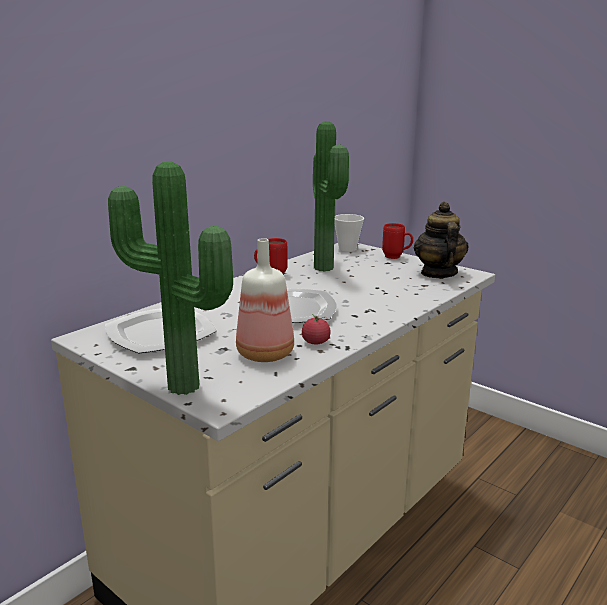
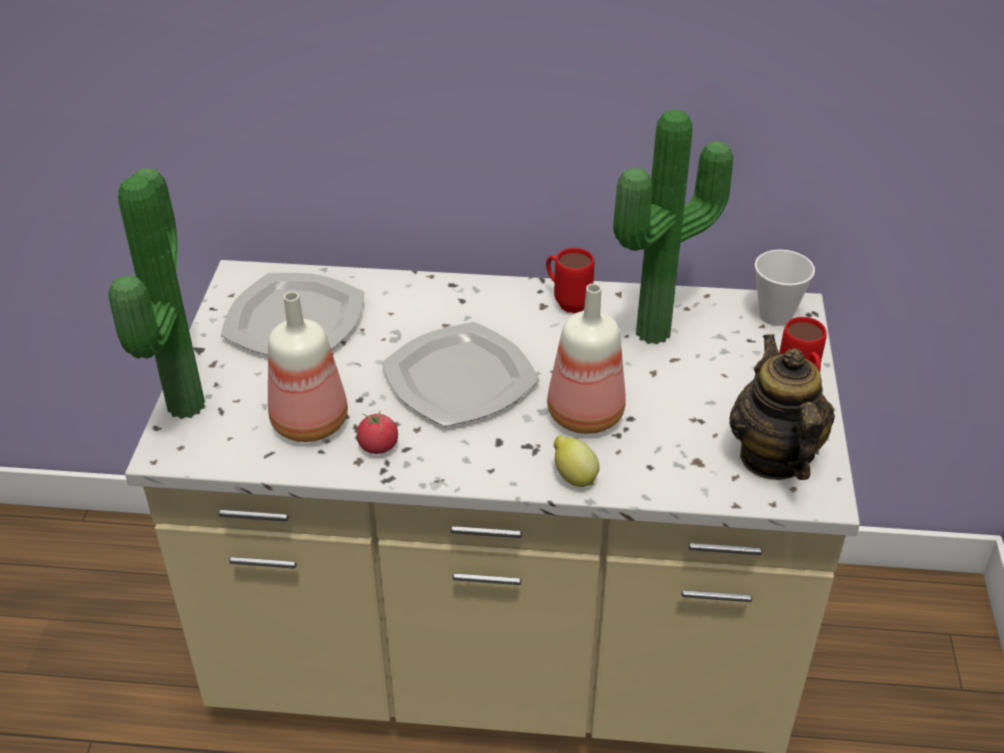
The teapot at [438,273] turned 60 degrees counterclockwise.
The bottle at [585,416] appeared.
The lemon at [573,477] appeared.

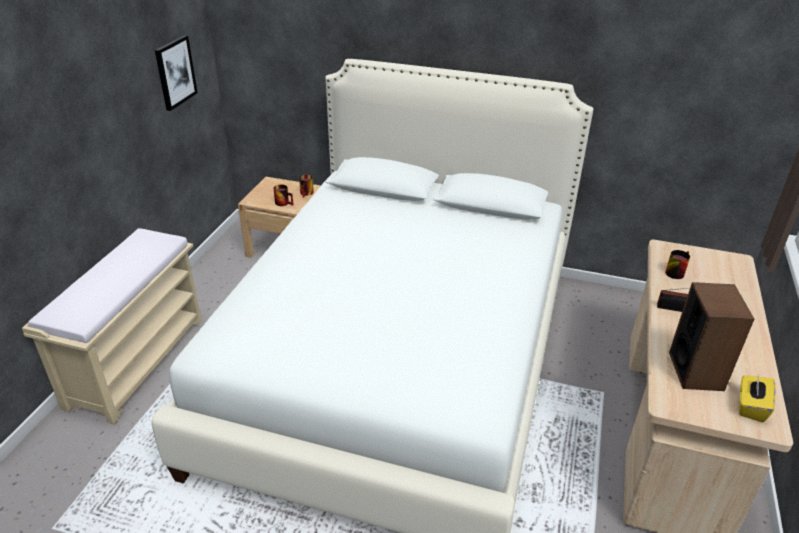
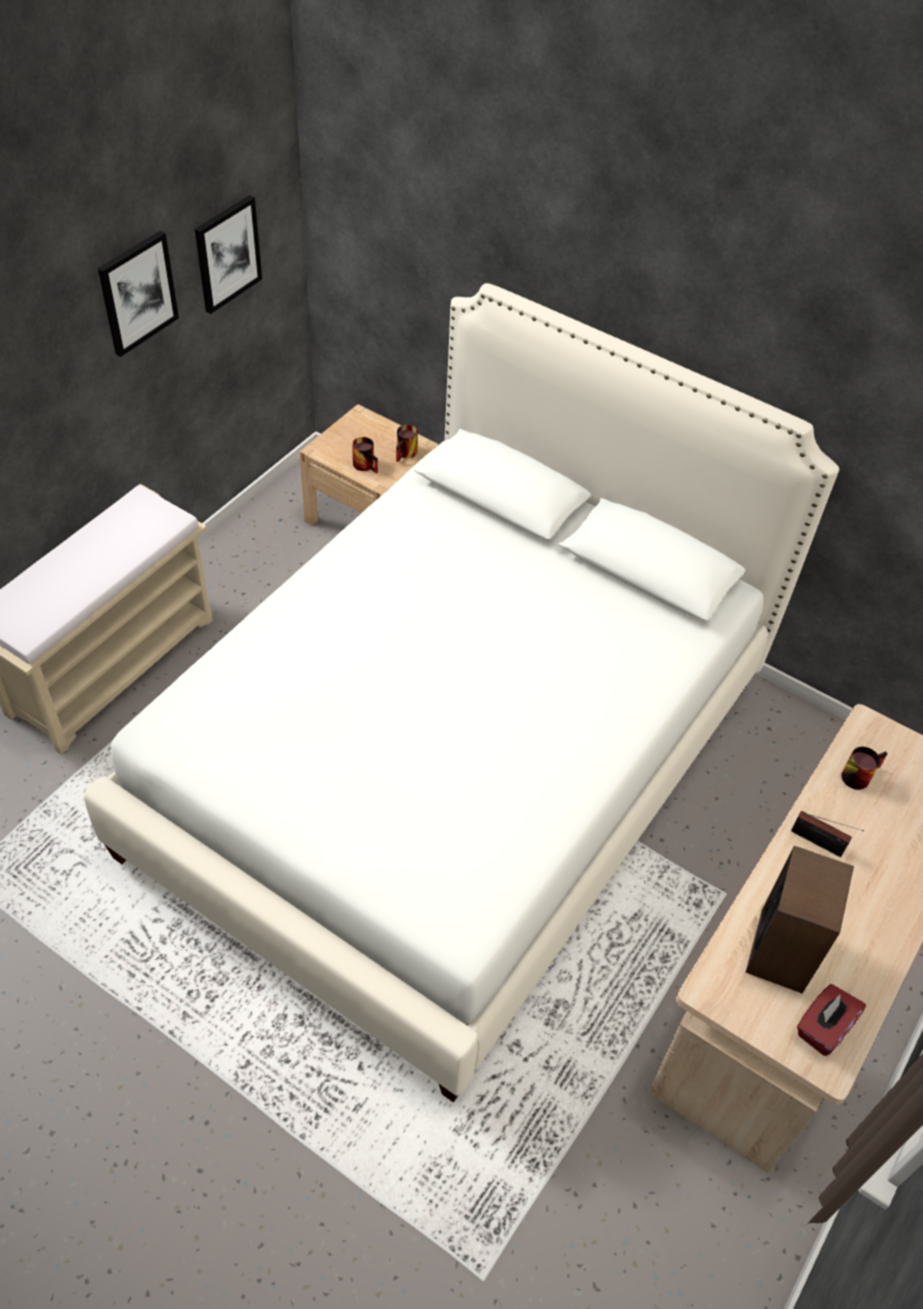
The yellow tissue box at [750,406] became the red tissue box at [823,1027].
The picture at [137,293] appeared.

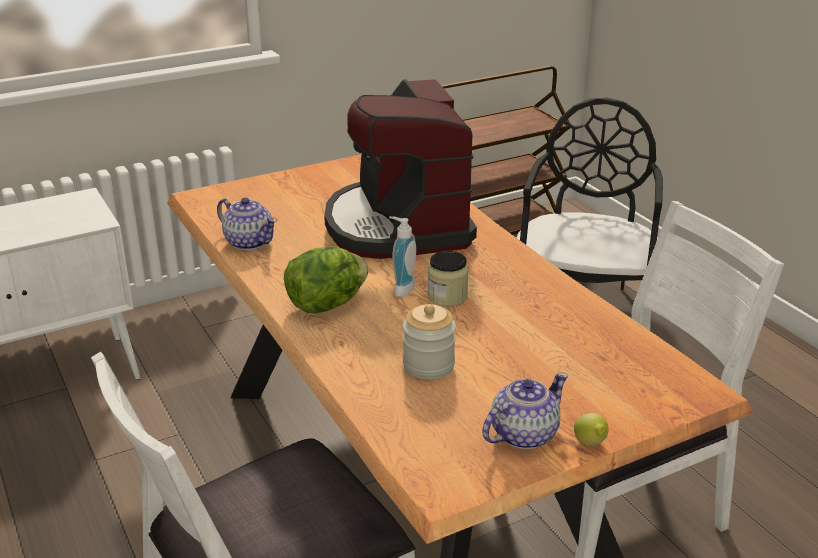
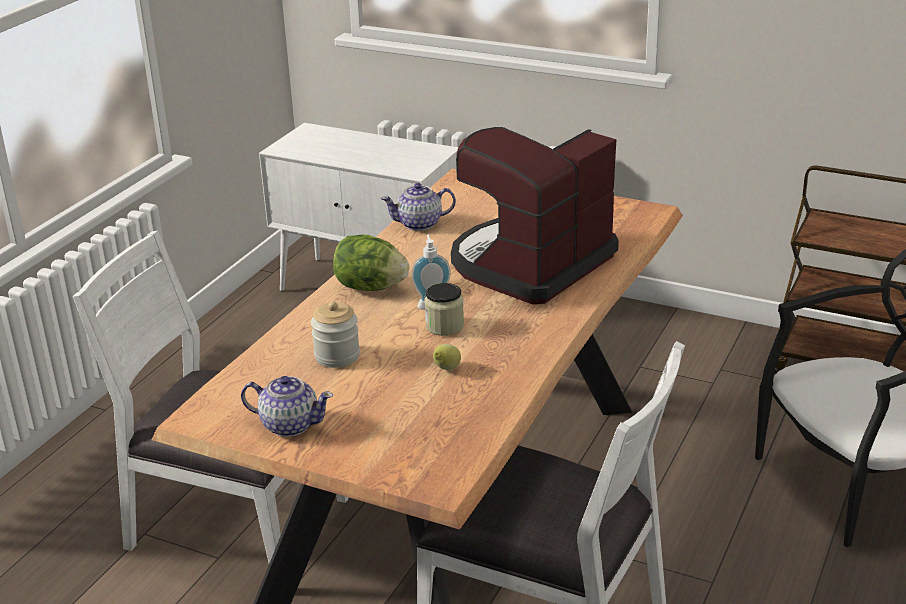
The teapot at [249,242] turned 75 degrees clockwise.
The lemon moved from [590,444] to [446,369].

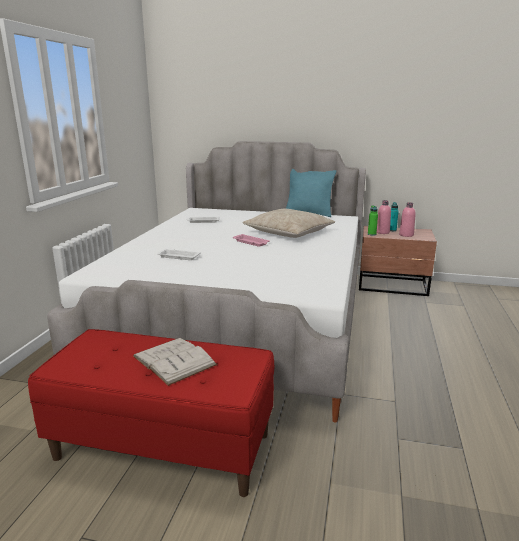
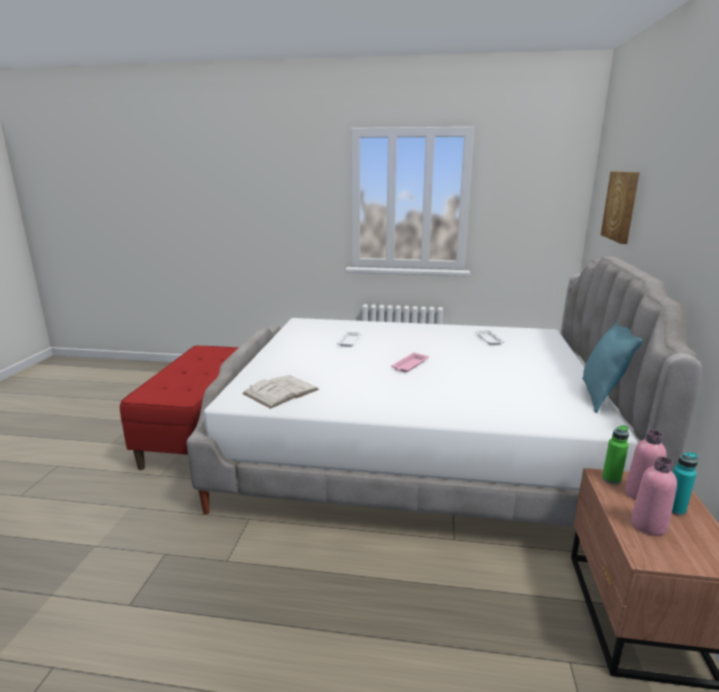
The white book moved from [174,360] to [281,391].
The beige pillow at [288,232] disappeared.
The picture at [621,206] appeared.

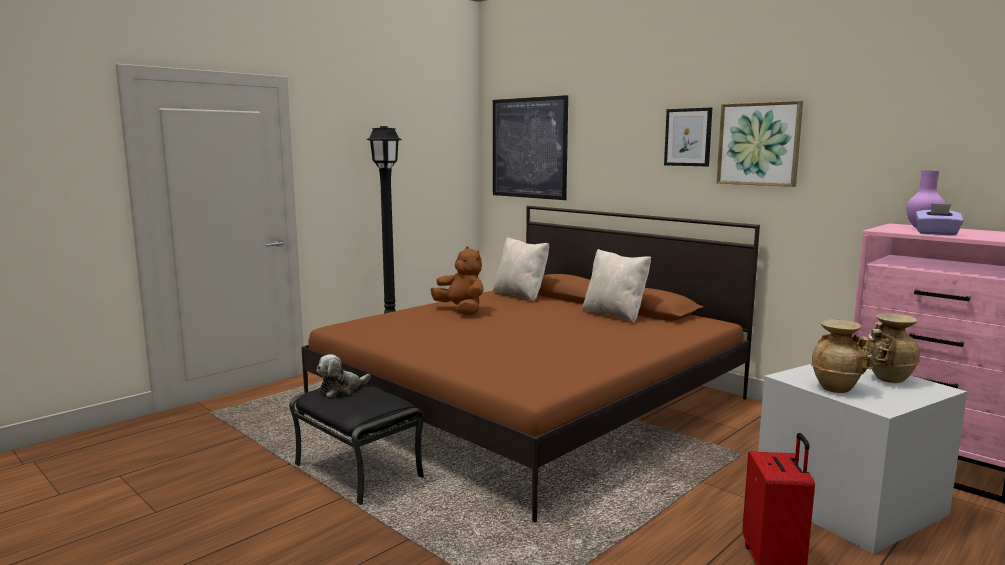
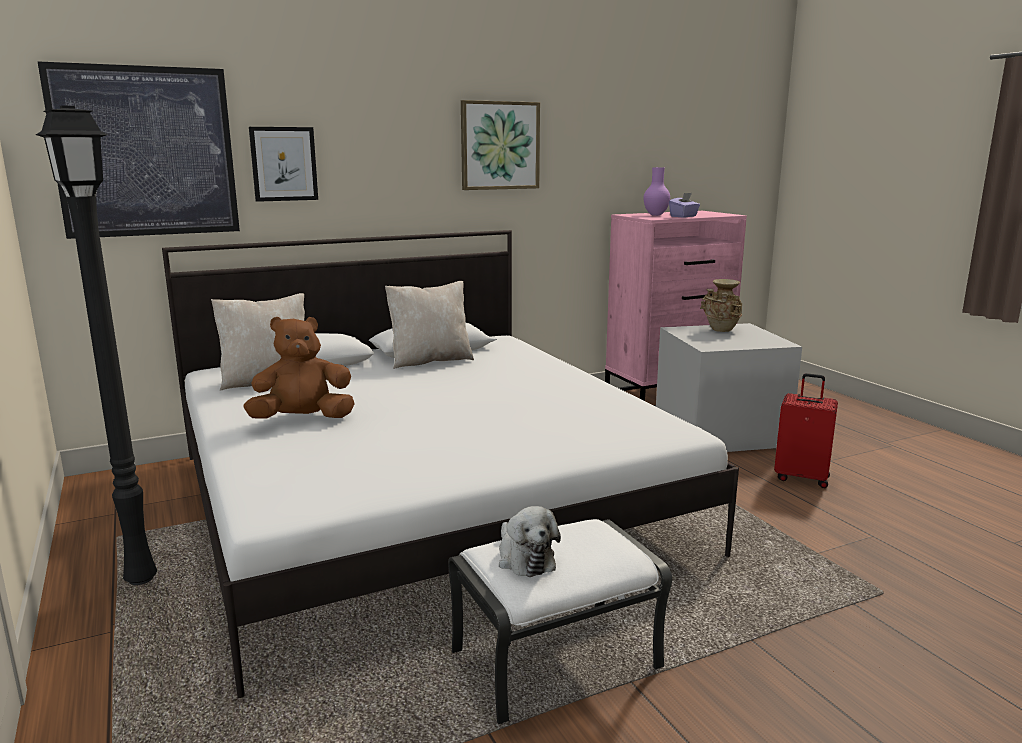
The black ottoman at [359,471] became the white ottoman at [556,659].
The brown bed at [530,403] became the white bed at [423,501].
The picture moved from [688,137] to [284,164].
The beige vase at [836,388] disappeared.

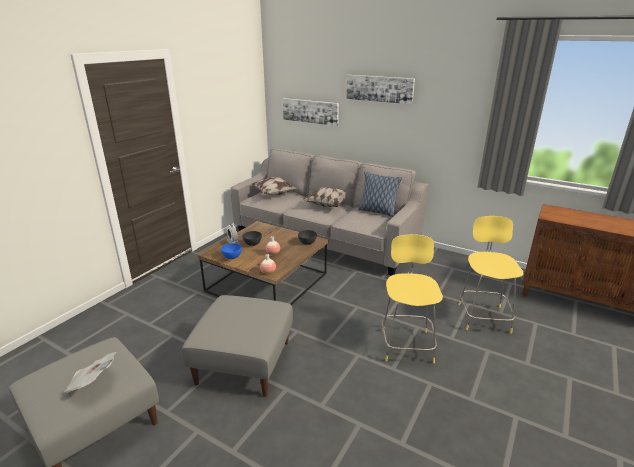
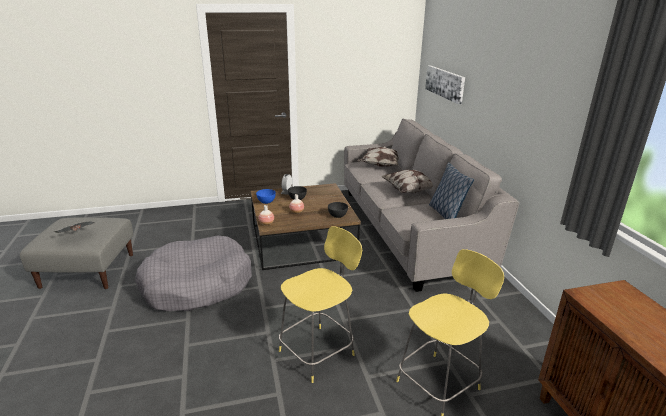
The grey ottoman at [243,361] was replaced by the grey dog bed at [197,285].
The picture at [379,88] disappeared.

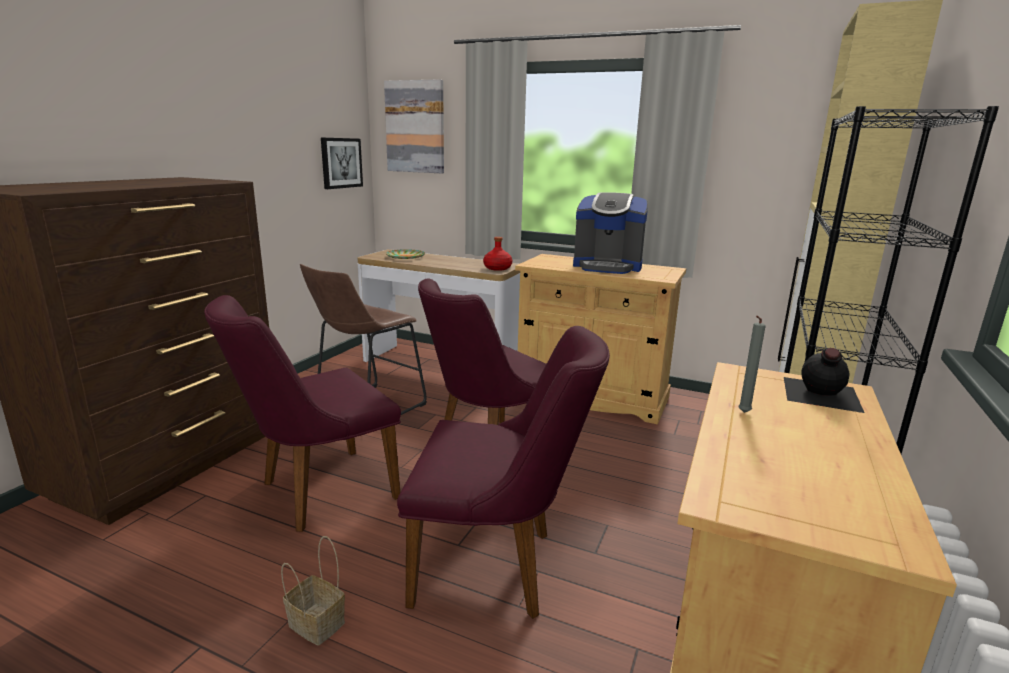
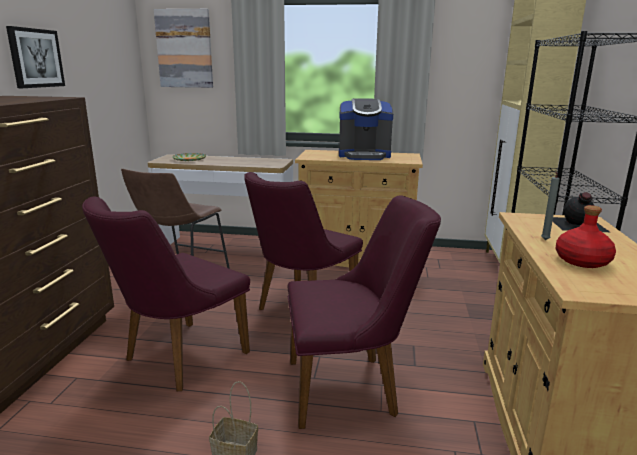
The picture moved from [341,163] to [35,58].
The red bottle moved from [498,268] to [583,261].

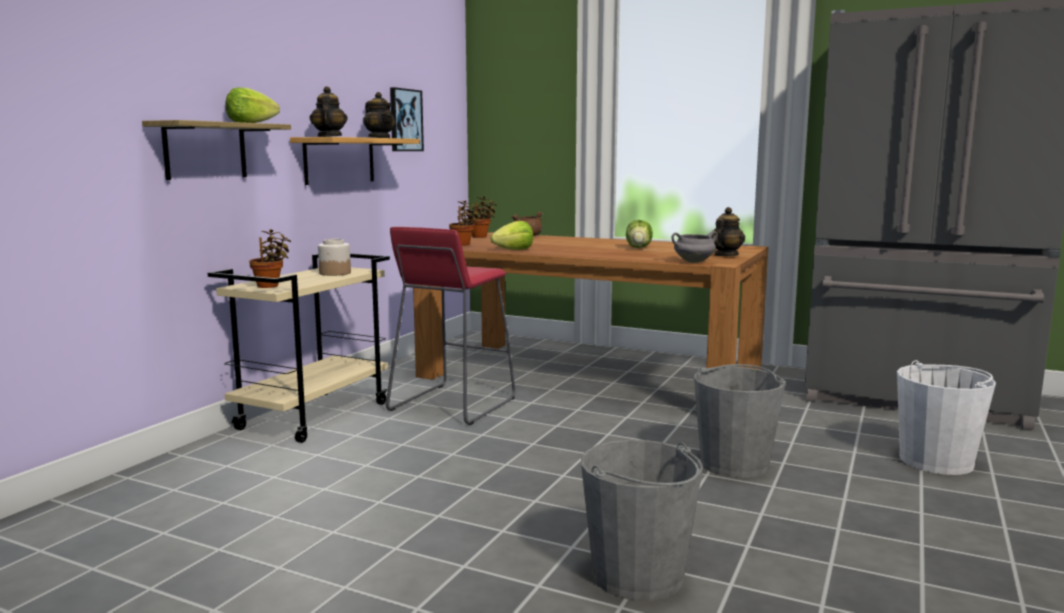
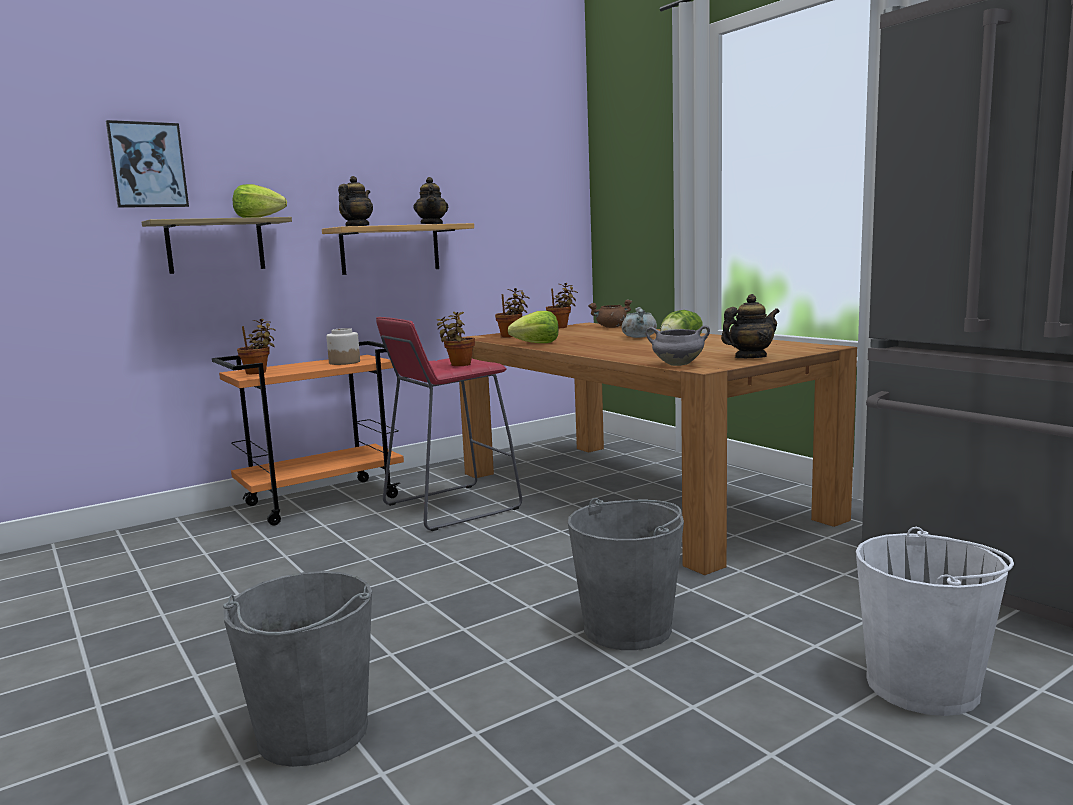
The beige cart at [314,415] became the orange cart at [323,501].
The picture moved from [405,120] to [148,165].
The potted plant at [459,365] appeared.
The grey cooking pot at [638,337] appeared.

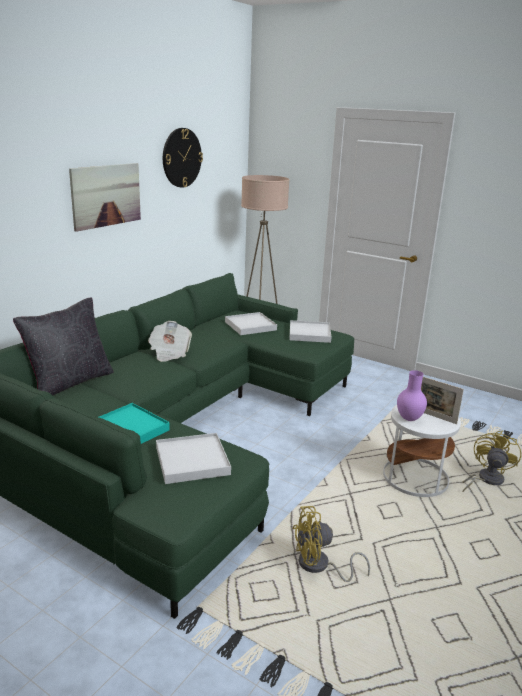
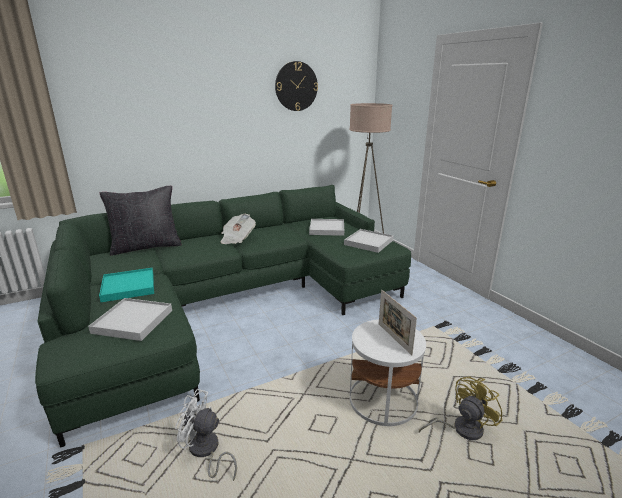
The picture at [106,195] disappeared.
The yellow fan at [319,566] became the white fan at [205,452].
The purple vase at [408,419] disappeared.

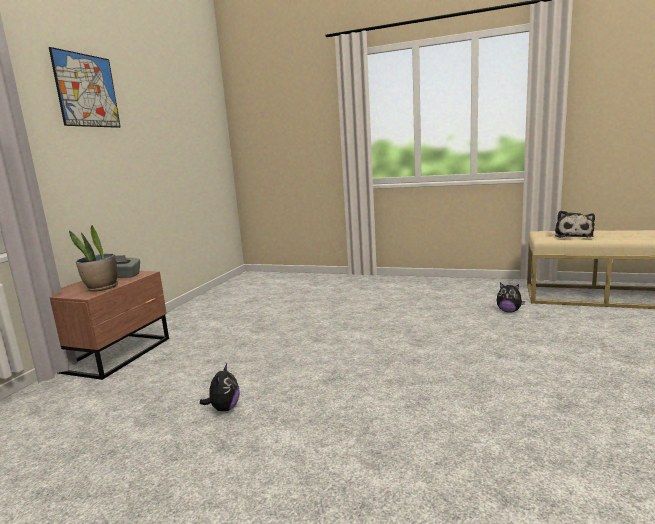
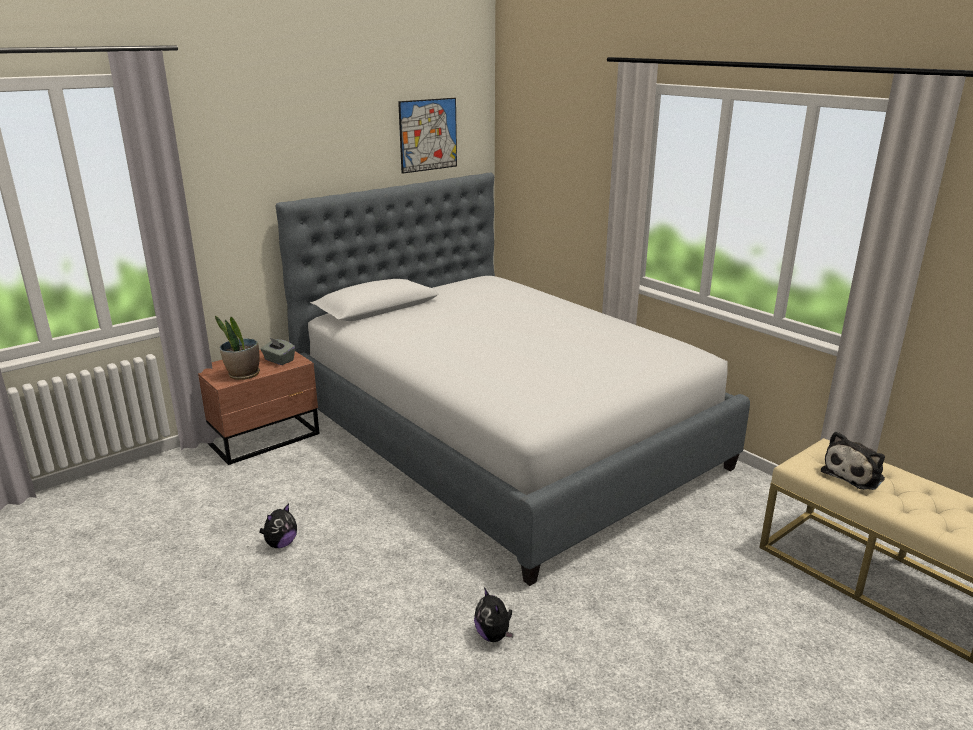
The picture moved from [87,90] to [428,135].
The plush toy moved from [509,311] to [494,635].
The bed at [502,437] appeared.

